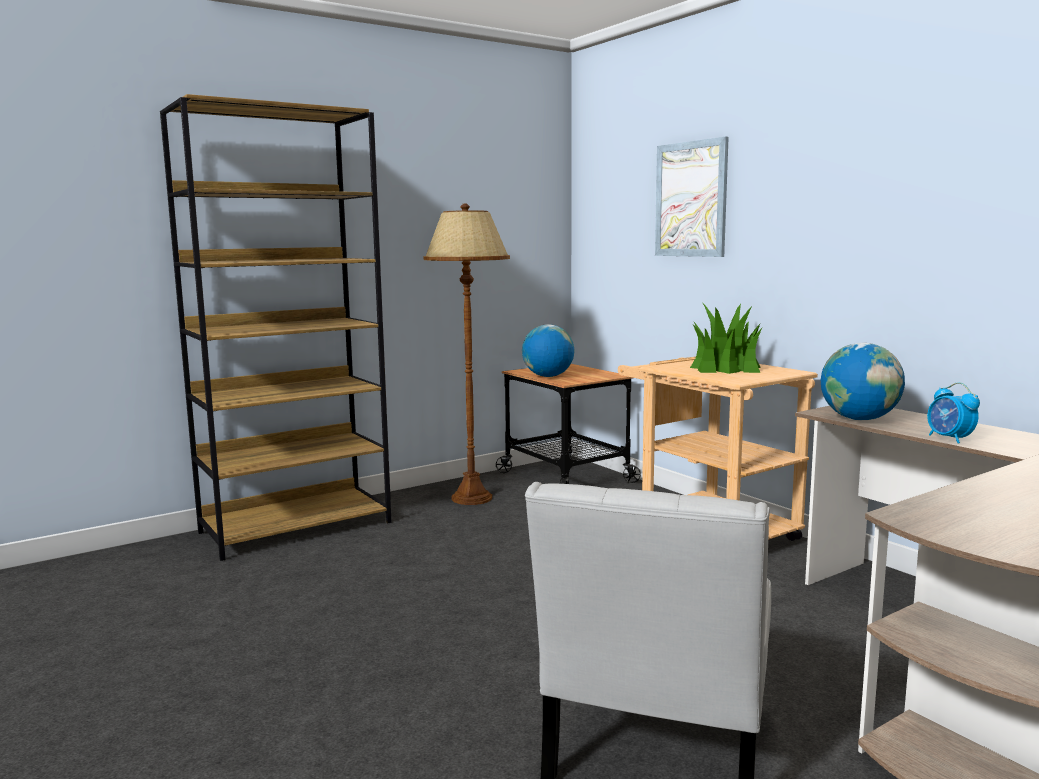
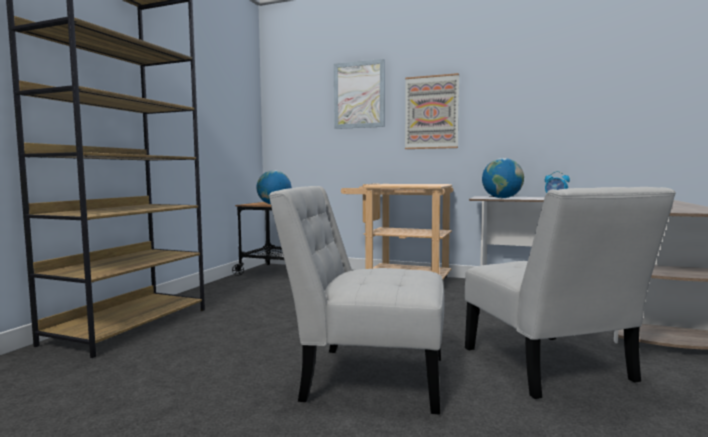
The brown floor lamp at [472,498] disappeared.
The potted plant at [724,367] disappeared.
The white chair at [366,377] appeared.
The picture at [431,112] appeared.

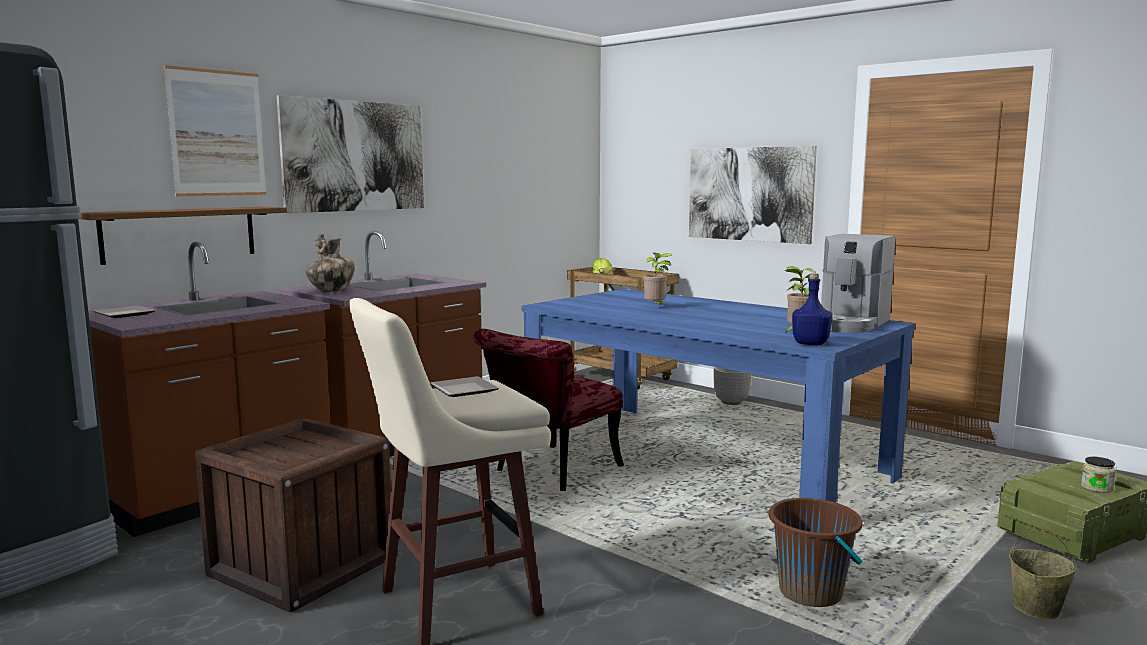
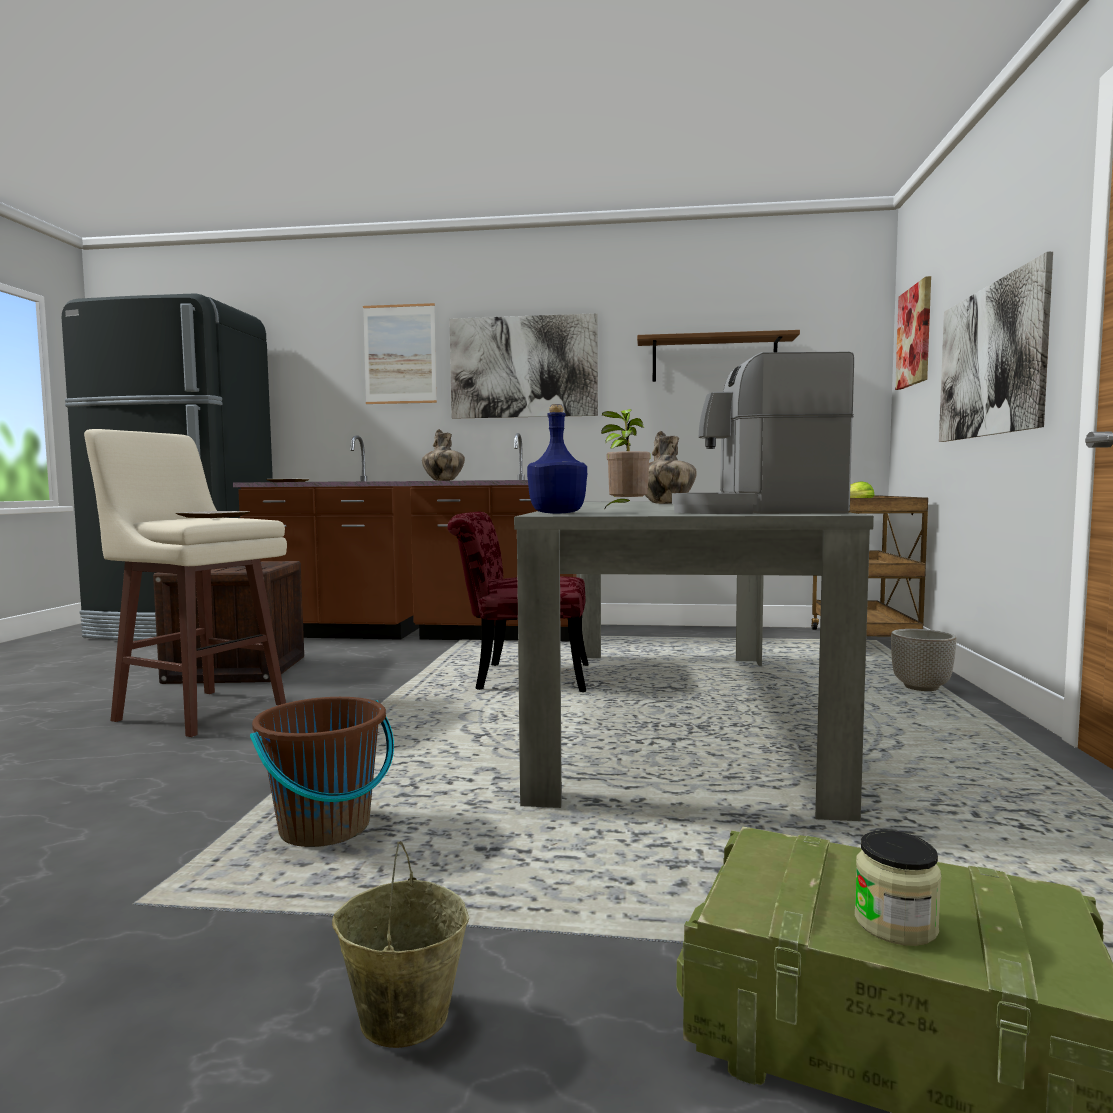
The shelf moved from [180,234] to [714,359].
The blue dining table at [701,459] became the grey dining table at [673,713].
The potted plant at [656,307] was replaced by the vase at [665,503].
The picture at [915,336] appeared.

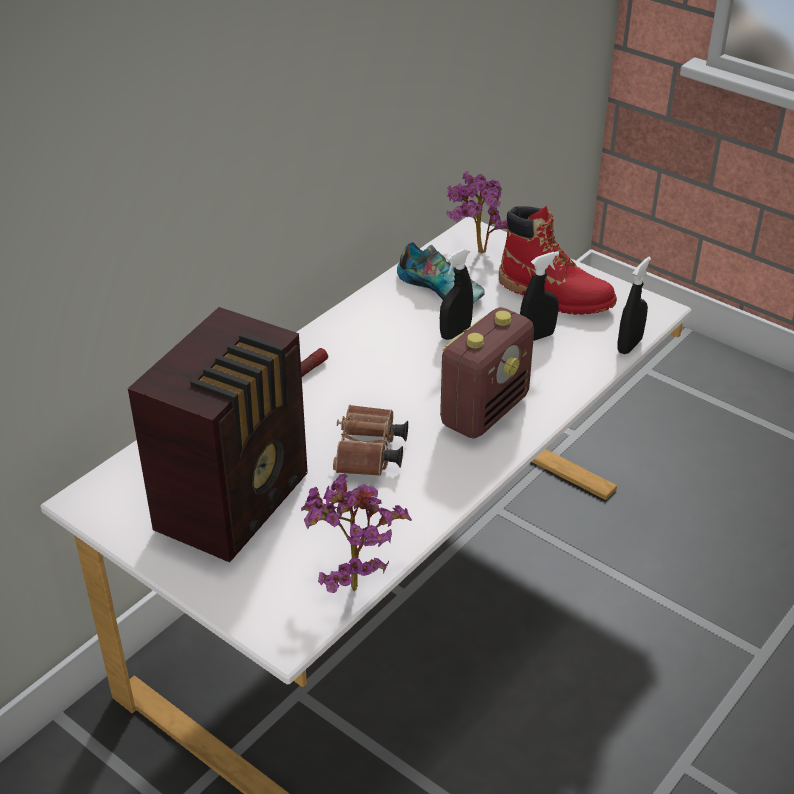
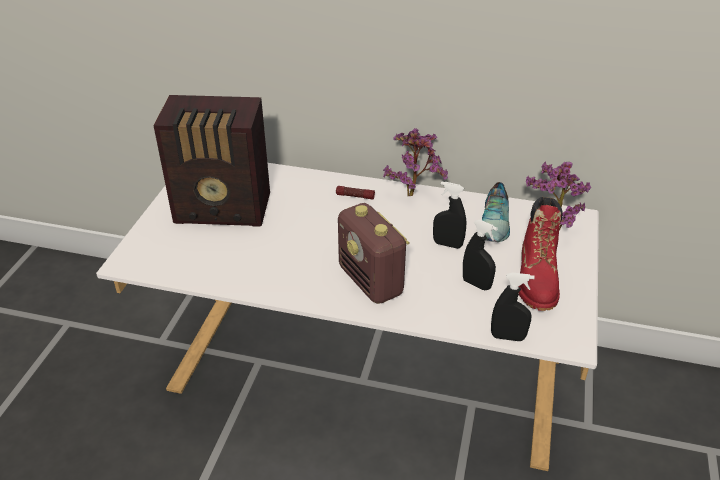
The potted plant moved from [351,580] to [413,193].
The brown binoculars at [369,455] disappeared.
The radio at [484,410] turned 45 degrees clockwise.

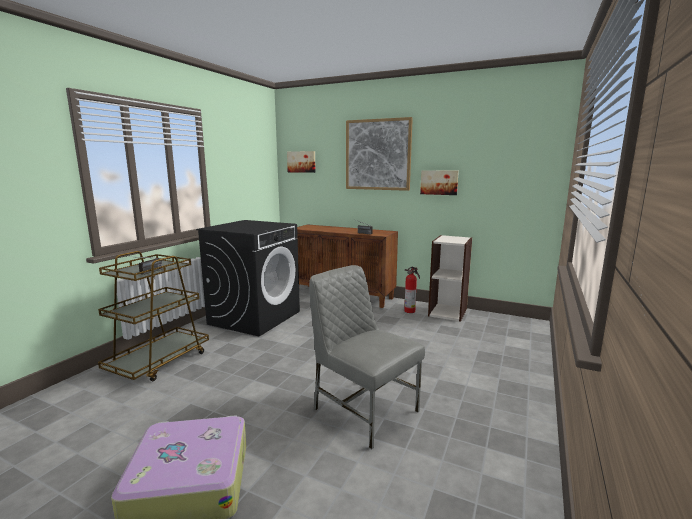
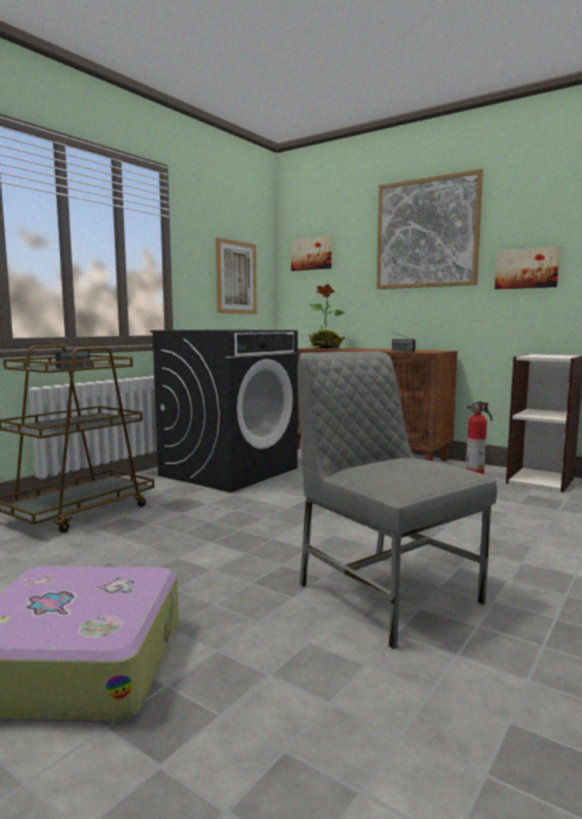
The picture at [236,277] appeared.
The potted plant at [326,348] appeared.

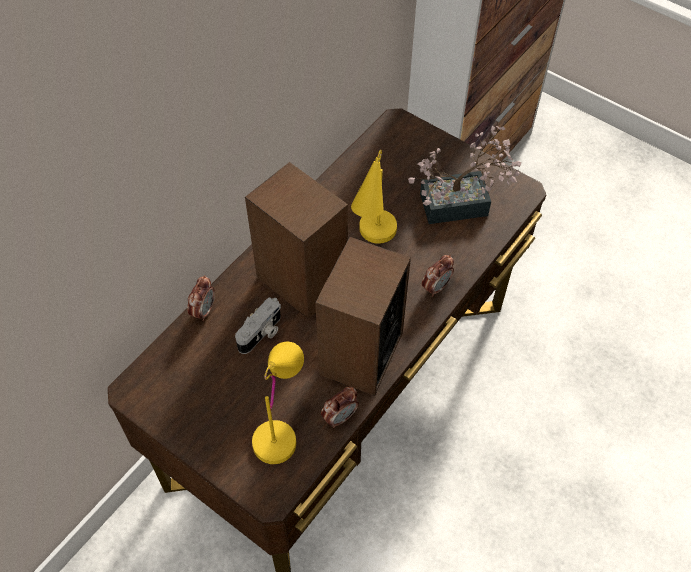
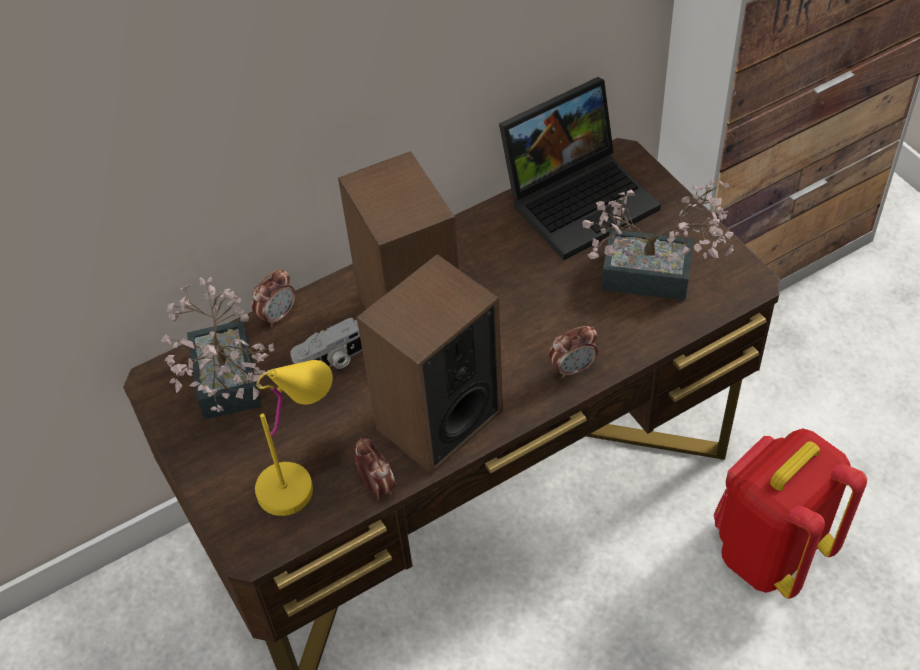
The alarm clock at [340,417] turned 105 degrees counterclockwise.
The yellow table lamp at [372,242] disappeared.
The potted plant at [227,388] appeared.
The laptop at [580,198] appeared.
The red backpack at [769,550] appeared.

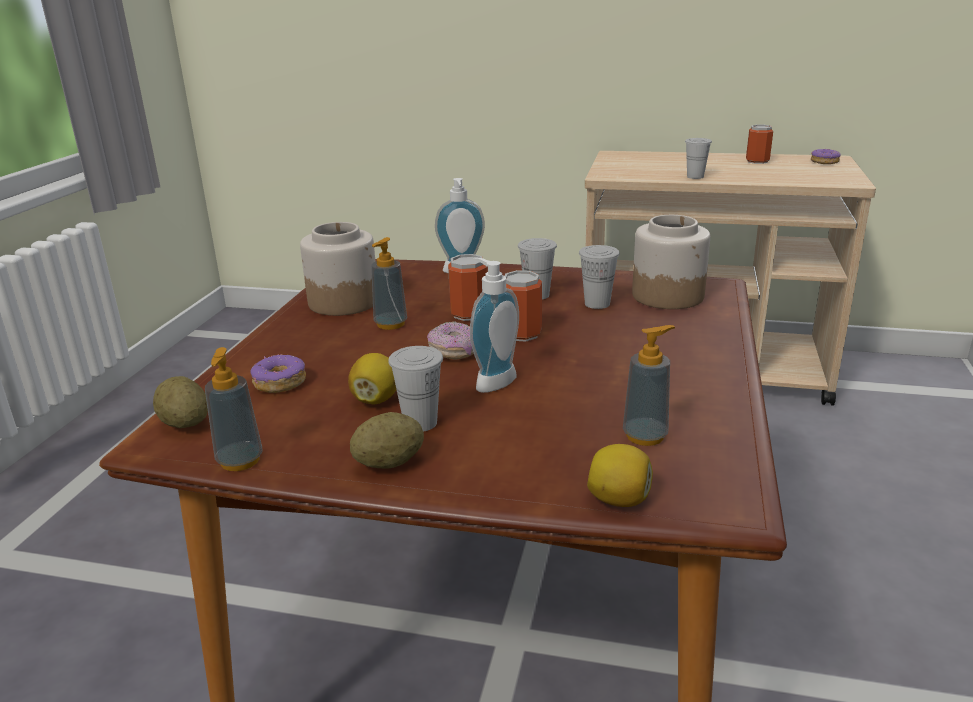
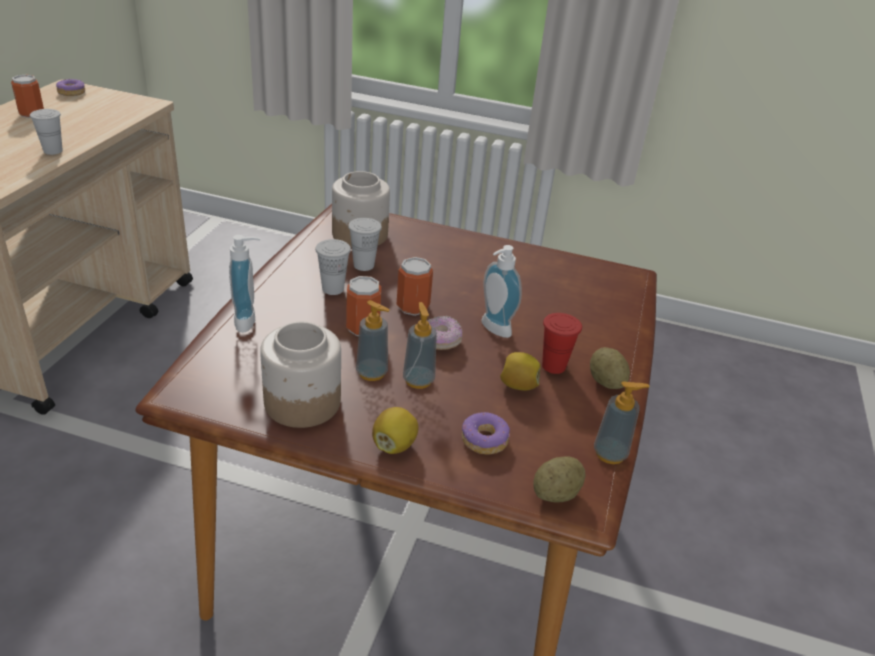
The white cup at [420,423] became the red cup at [553,366].
The lemon moved from [619,500] to [394,445].
The soap dispenser moved from [645,436] to [418,380].

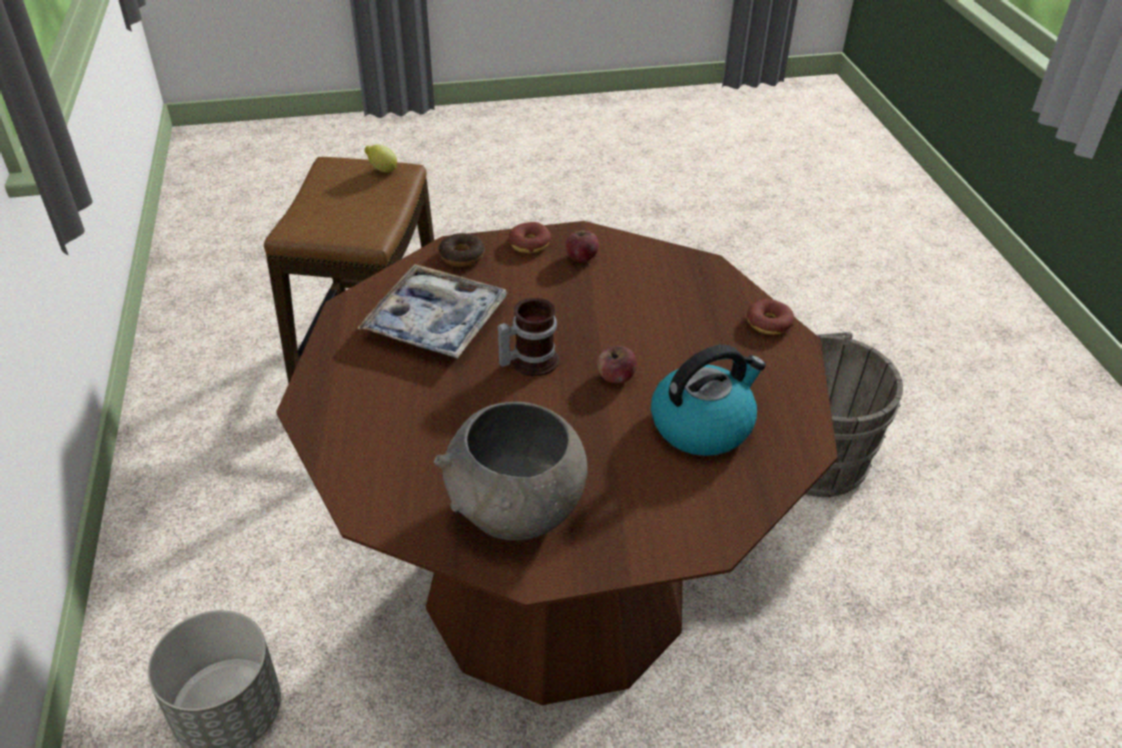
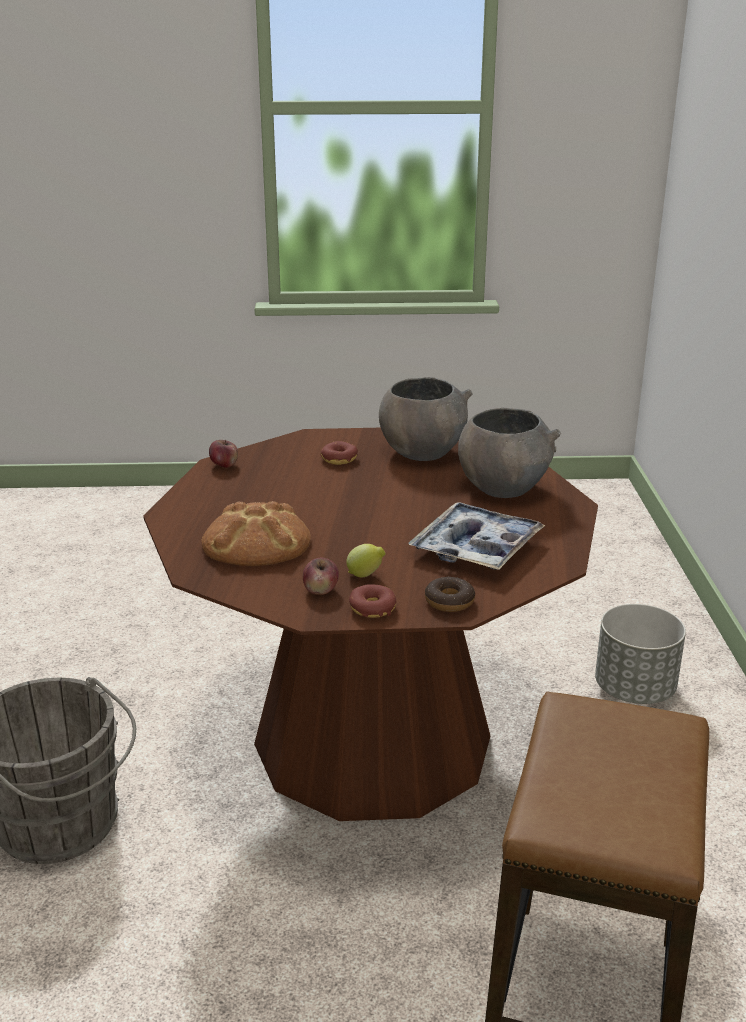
The lemon moved from [382,170] to [366,575].
The mug at [528,360] disappeared.
The apple moved from [615,377] to [224,465].
The kettle at [702,425] disappeared.
The donut moved from [768,323] to [339,459].
The bread at [256,542] appeared.
The grey bowl at [503,487] appeared.

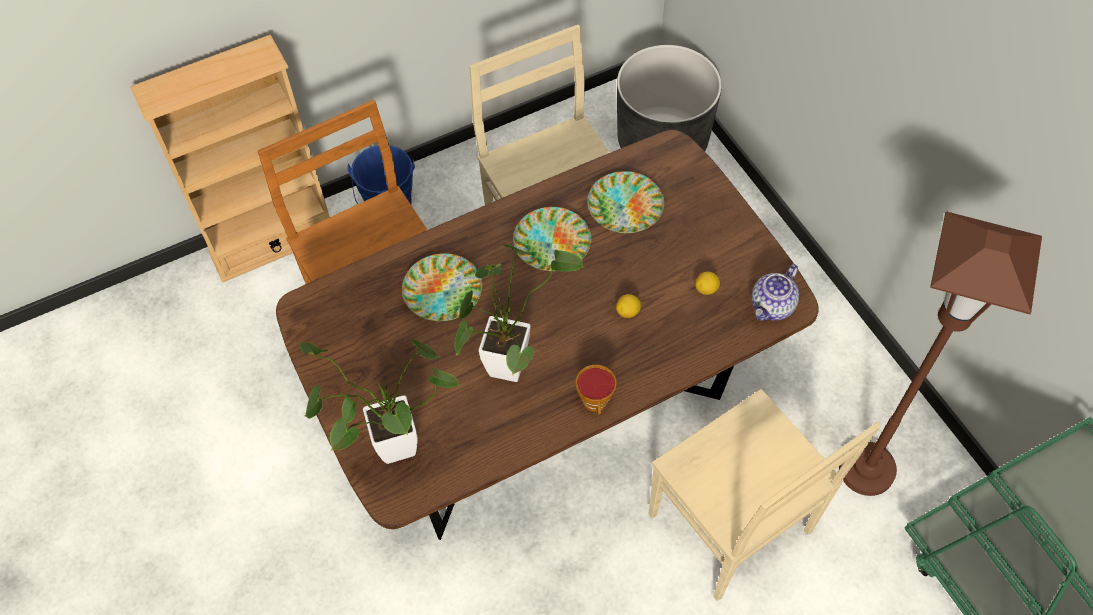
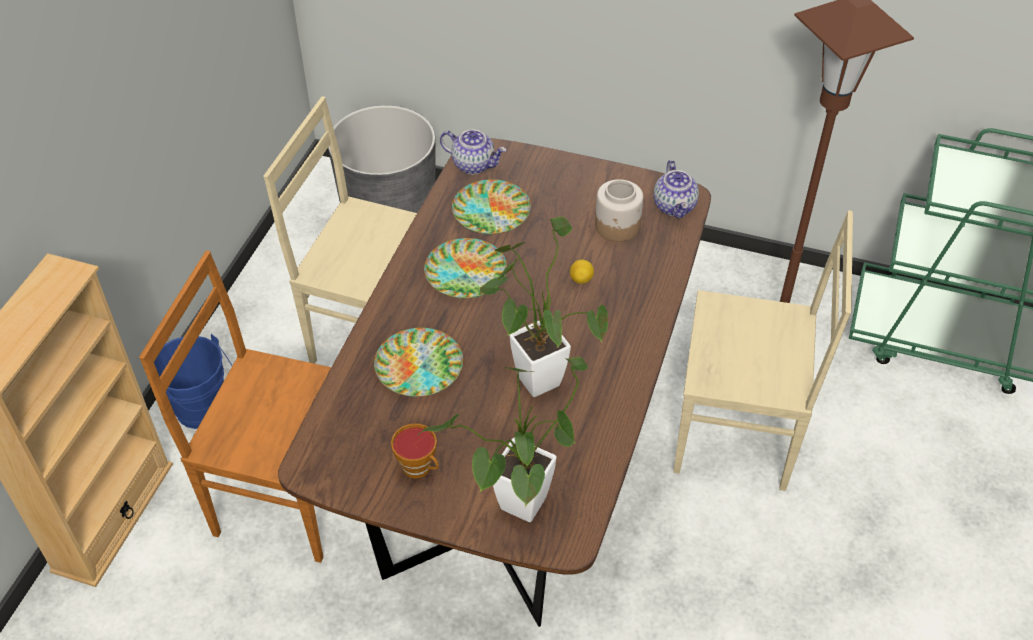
The cup moved from [596,403] to [419,468].
The lemon at [706,289] was replaced by the jar at [617,226].
The teapot at [474,164] appeared.

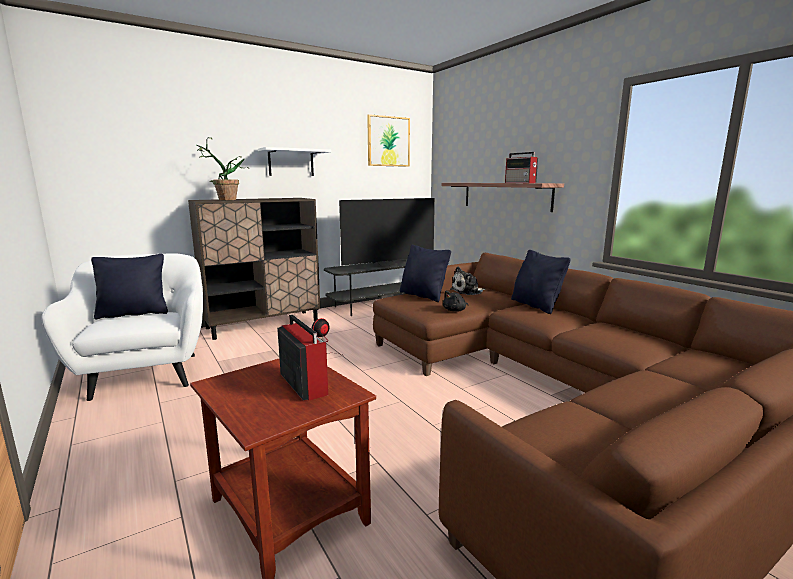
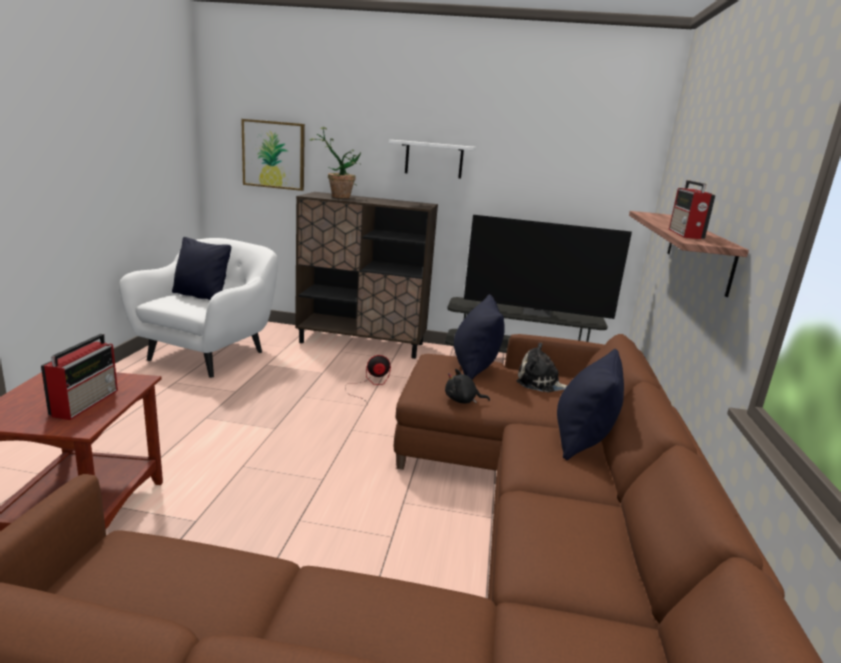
The picture moved from [388,141] to [273,155].

